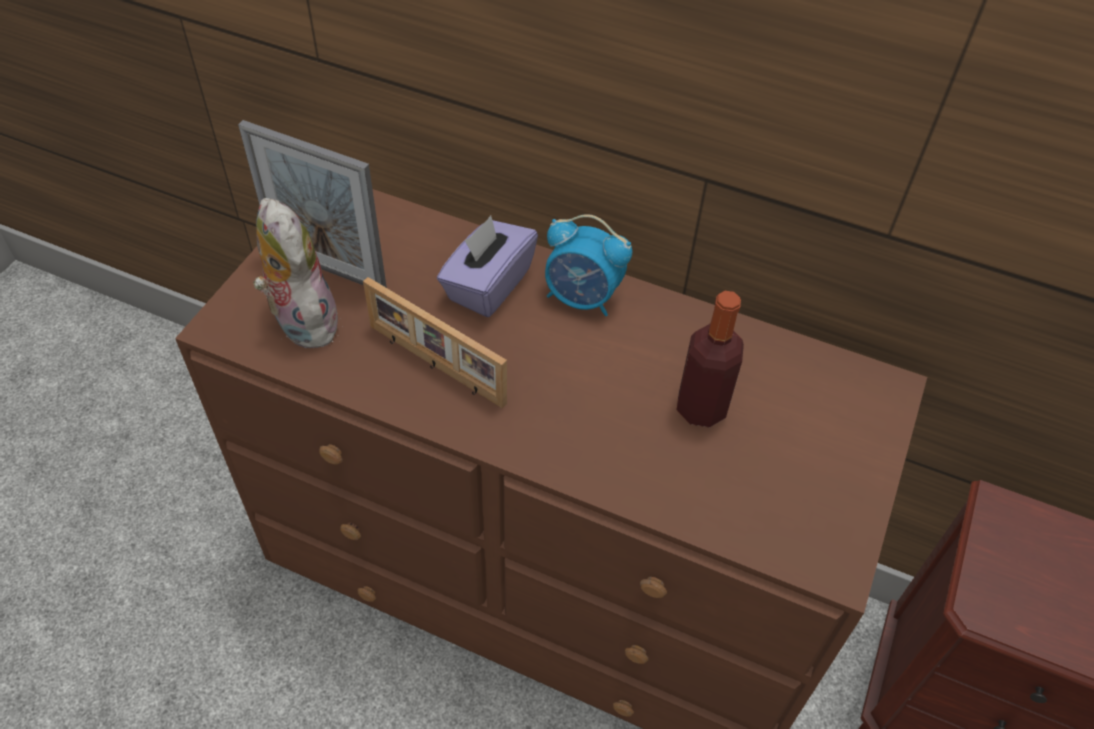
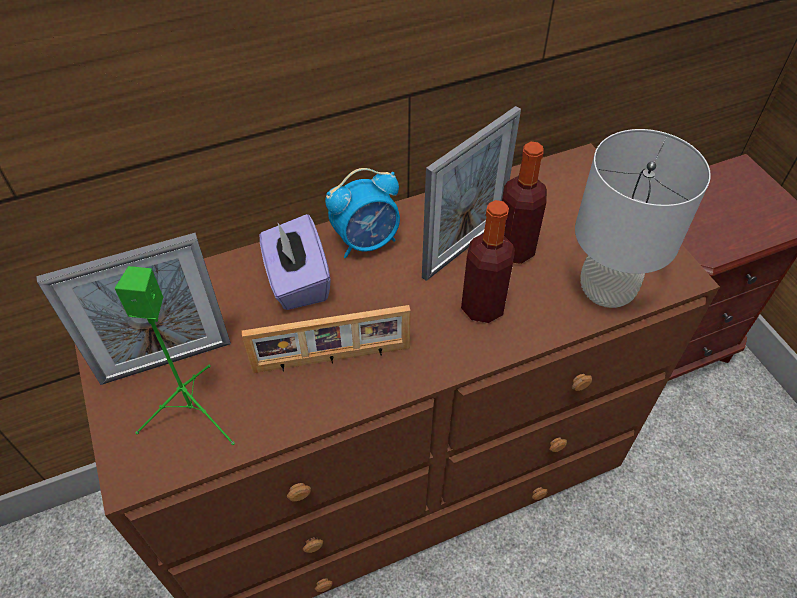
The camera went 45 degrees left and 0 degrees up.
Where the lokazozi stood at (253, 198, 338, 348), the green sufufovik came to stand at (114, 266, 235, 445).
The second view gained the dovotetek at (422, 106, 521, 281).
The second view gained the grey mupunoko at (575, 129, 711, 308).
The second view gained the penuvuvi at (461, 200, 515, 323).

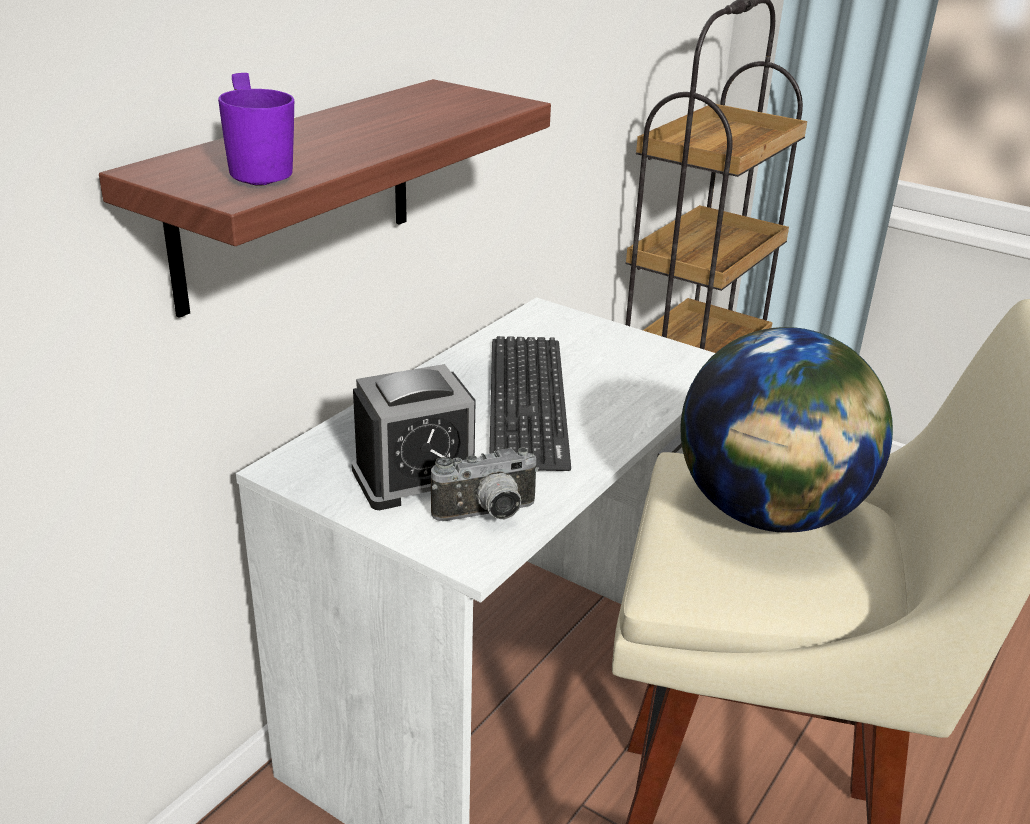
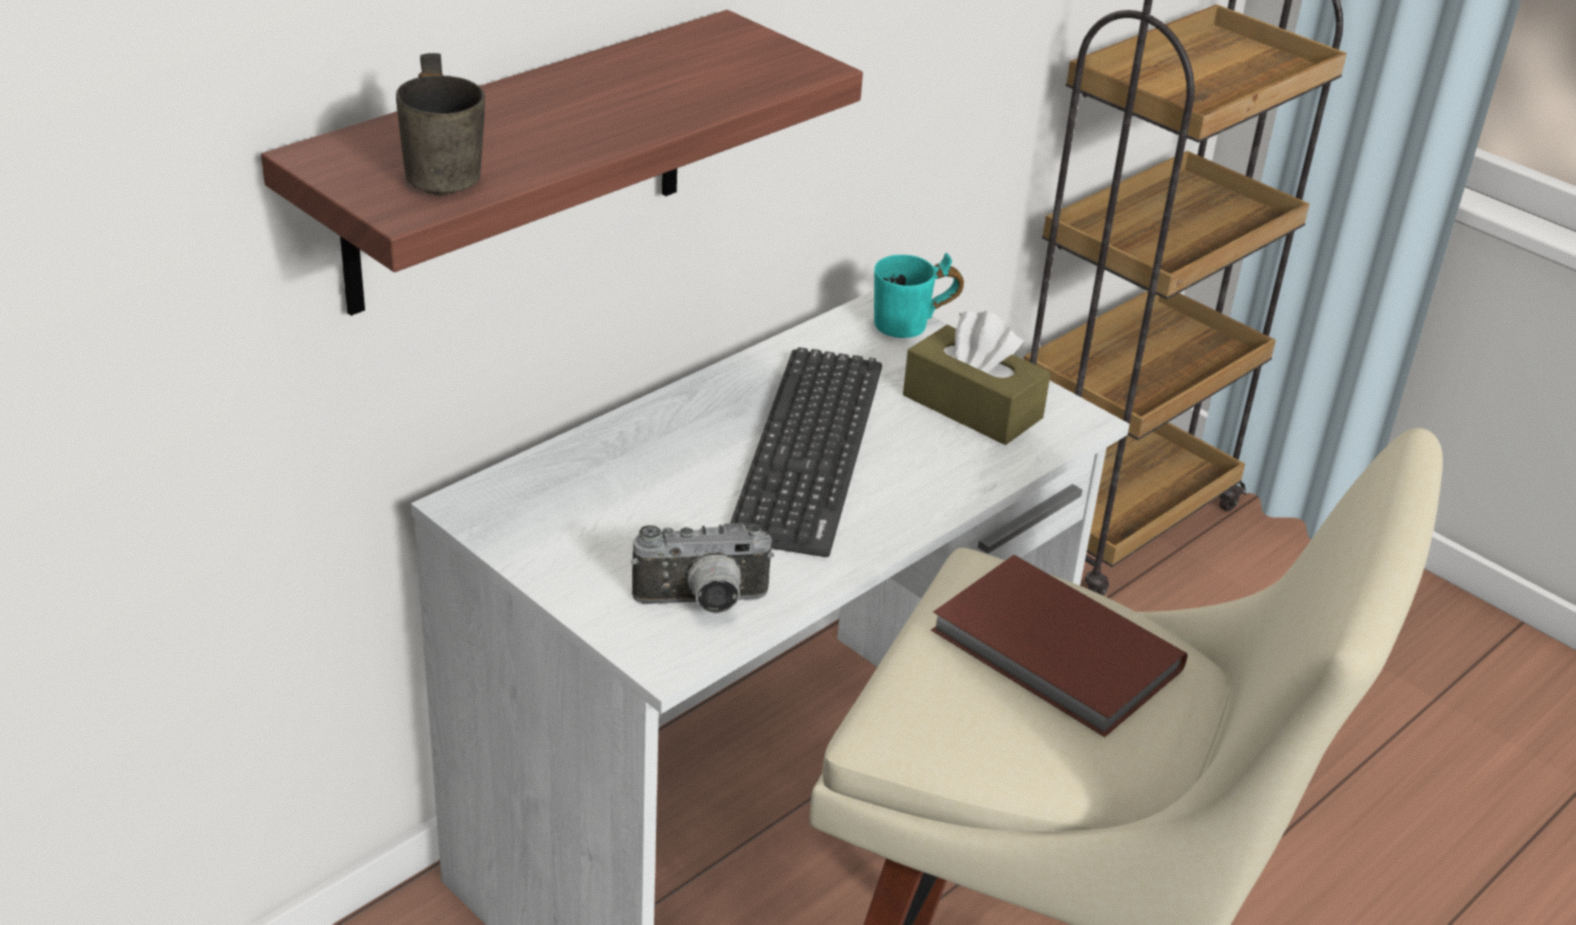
The camera went 10 degrees right and 5 degrees up.
What was the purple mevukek at (218, 73, 294, 186) turned into the grey mevukek at (396, 53, 485, 195).
Where the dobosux stood at (680, 327, 893, 533), the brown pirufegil came to stand at (931, 555, 1187, 737).
The second view lost the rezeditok at (352, 364, 476, 510).
The second view gained the turquoise mevukek at (874, 253, 964, 338).
The second view gained the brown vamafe at (903, 310, 1051, 445).

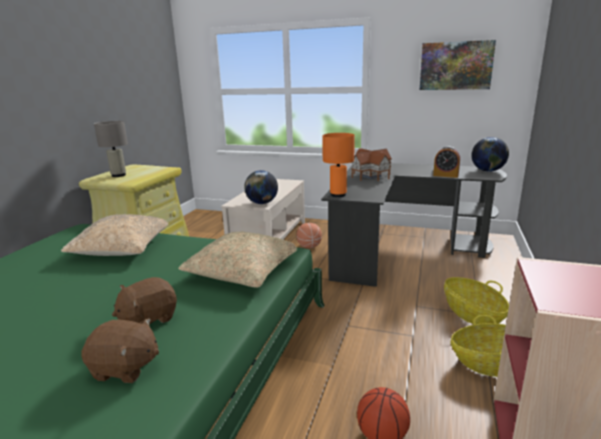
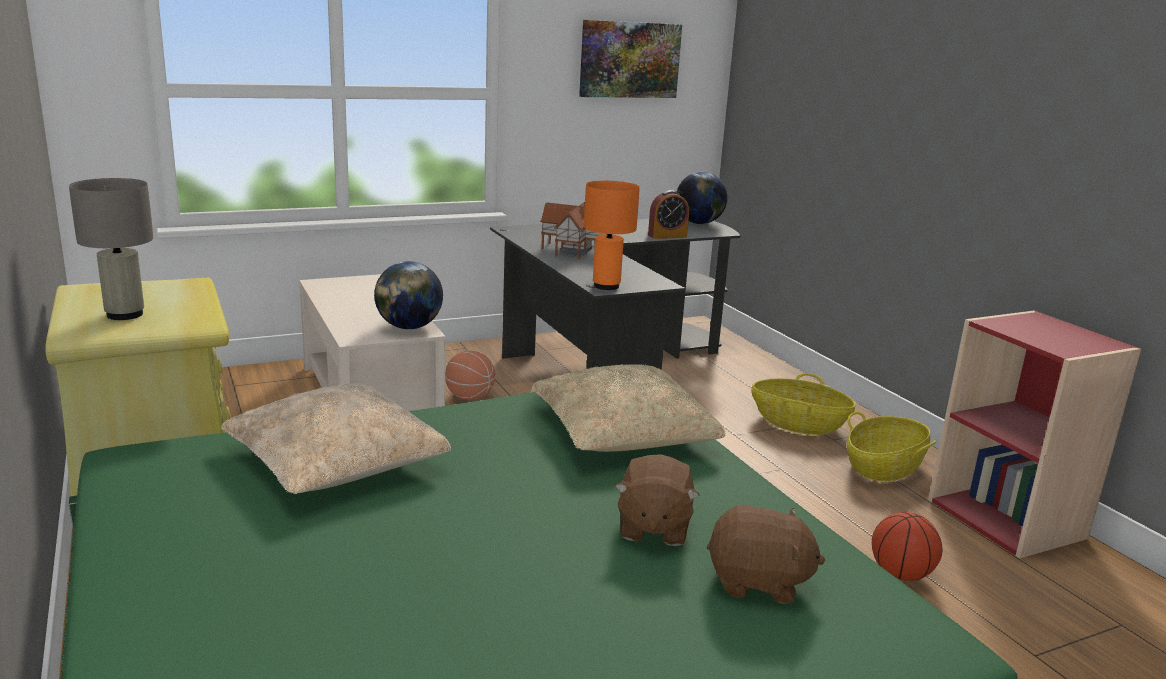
The camera went 45 degrees left and 0 degrees up.
The brown lokazozi at (82, 318, 159, 383) ended up facing another way, 45 degrees clockwise from before.

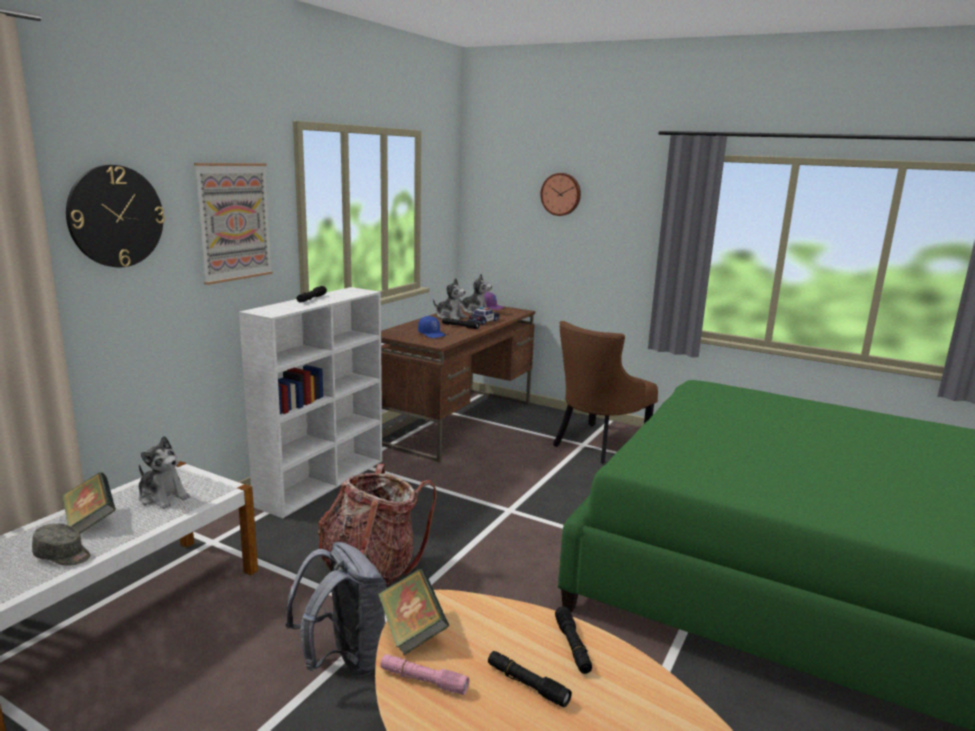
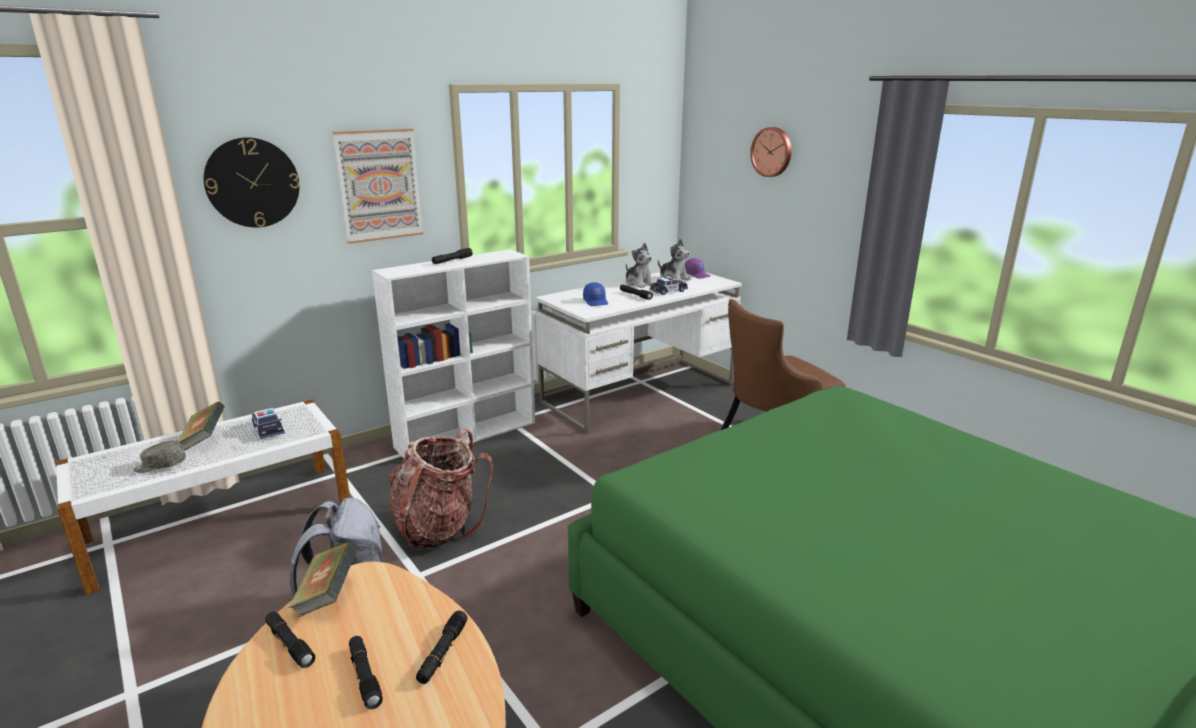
The camera went 25 degrees right and 5 degrees up.
What was the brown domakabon at (381, 305, 535, 462) turned into the white domakabon at (535, 272, 742, 433).
Where the lokazozi stood at (139, 436, 190, 509), the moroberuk came to stand at (252, 408, 285, 439).
The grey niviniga at (32, 523, 90, 565) ended up facing another way, 120 degrees clockwise from before.
What was the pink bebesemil at (380, 654, 469, 695) turned into the black bebesemil at (265, 612, 315, 668).

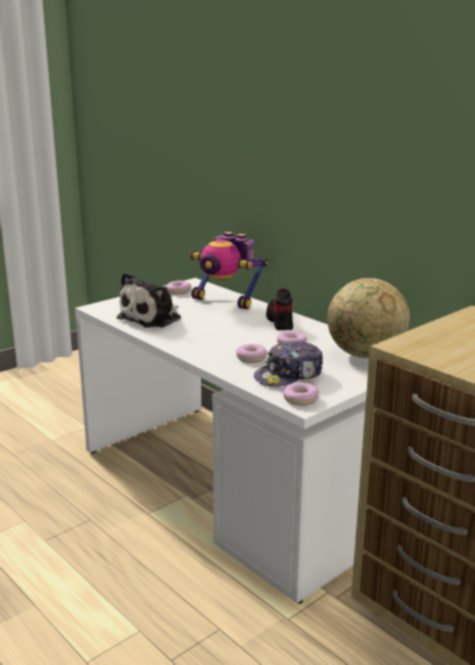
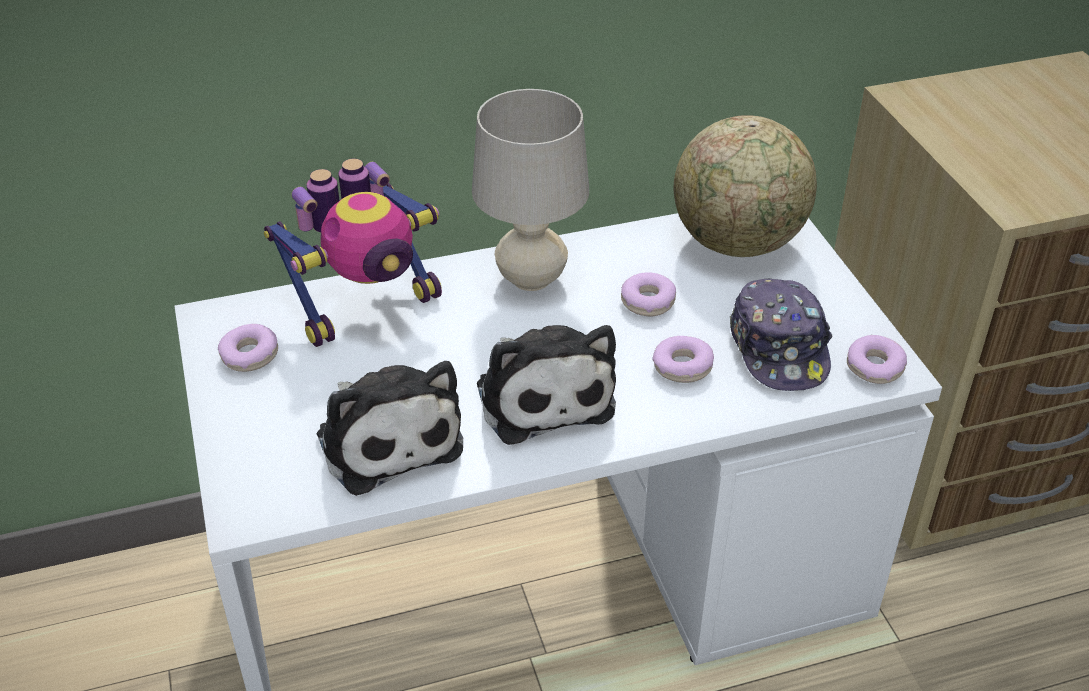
The camera went 65 degrees left and 20 degrees up.
Where the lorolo stood at (266, 288, 293, 330), the beige mupunoko came to stand at (472, 89, 589, 291).
The second view gained the lokazozi at (477, 325, 616, 445).

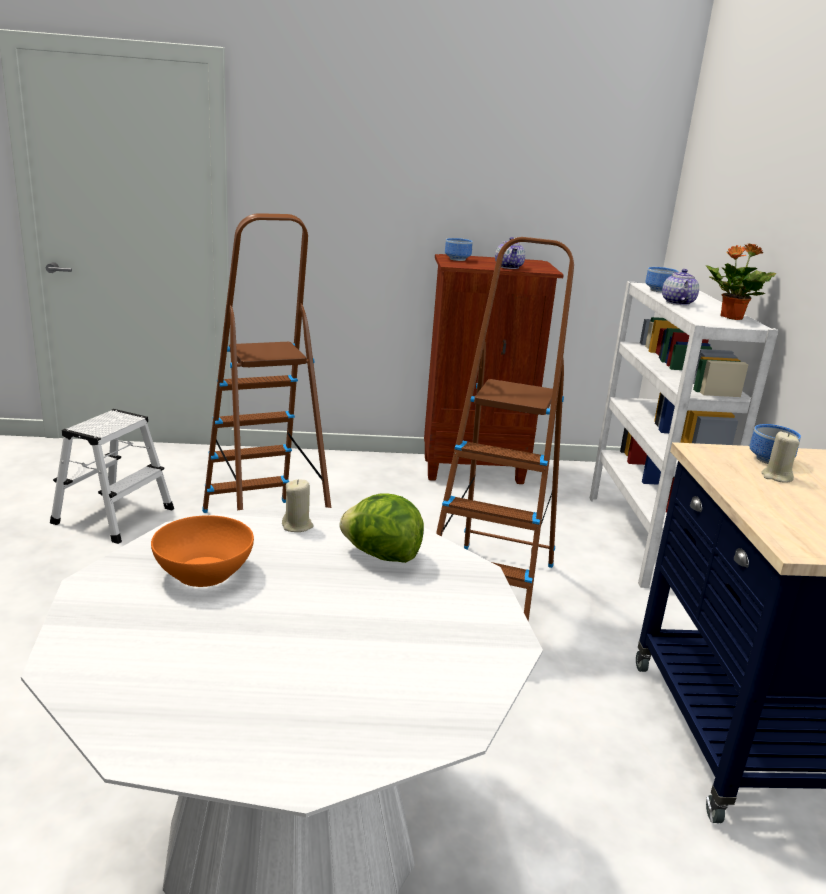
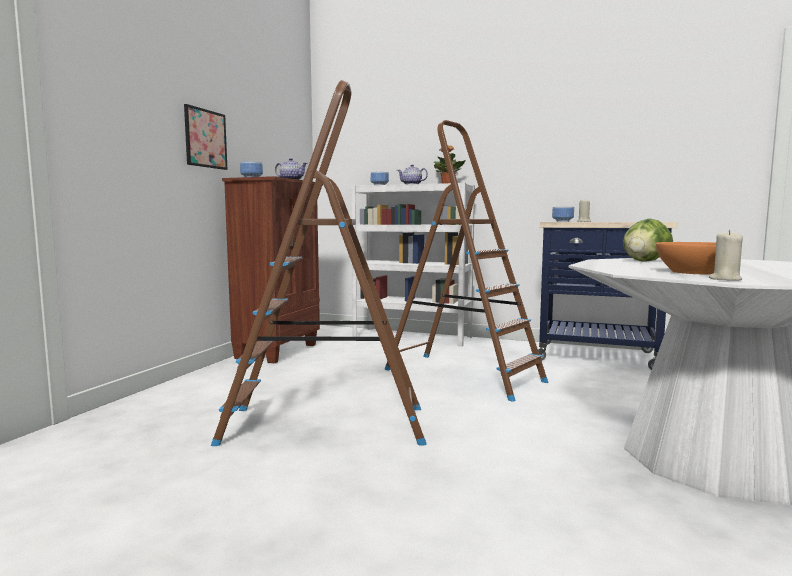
The camera went 65 degrees left and 15 degrees down.
The second view lost the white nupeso at (50, 409, 174, 544).
The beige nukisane ended up elsewhere, having gone from (282, 479, 313, 532) to (709, 230, 743, 281).
The second view gained the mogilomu at (184, 104, 228, 170).

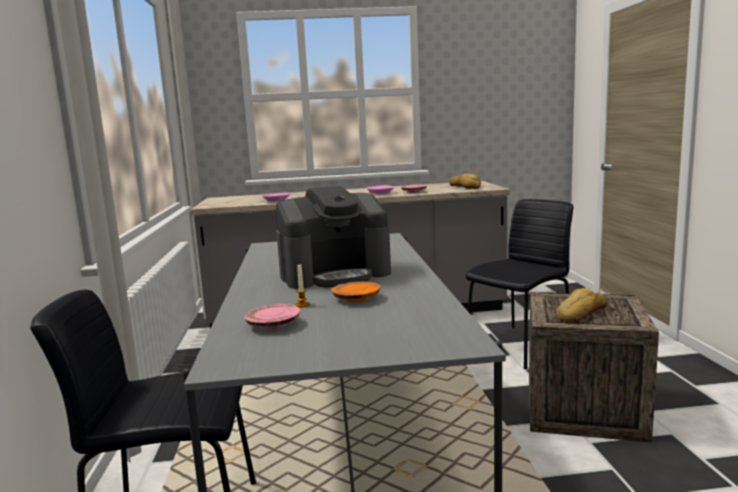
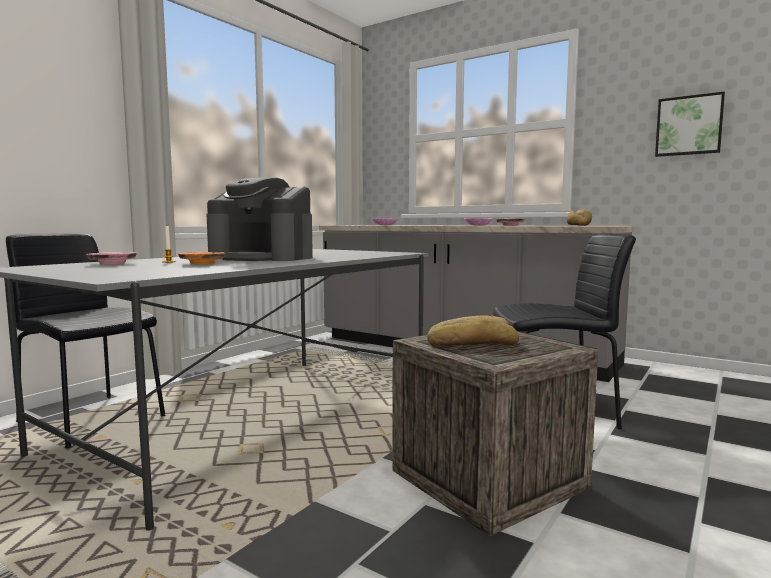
The camera went 40 degrees right and 5 degrees down.
The second view gained the mogilomu at (655, 91, 725, 157).

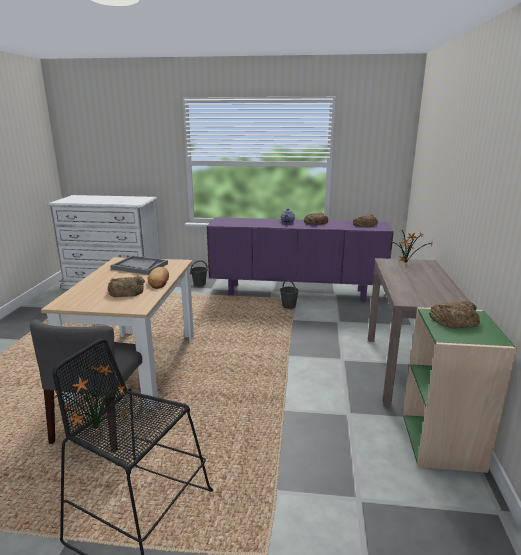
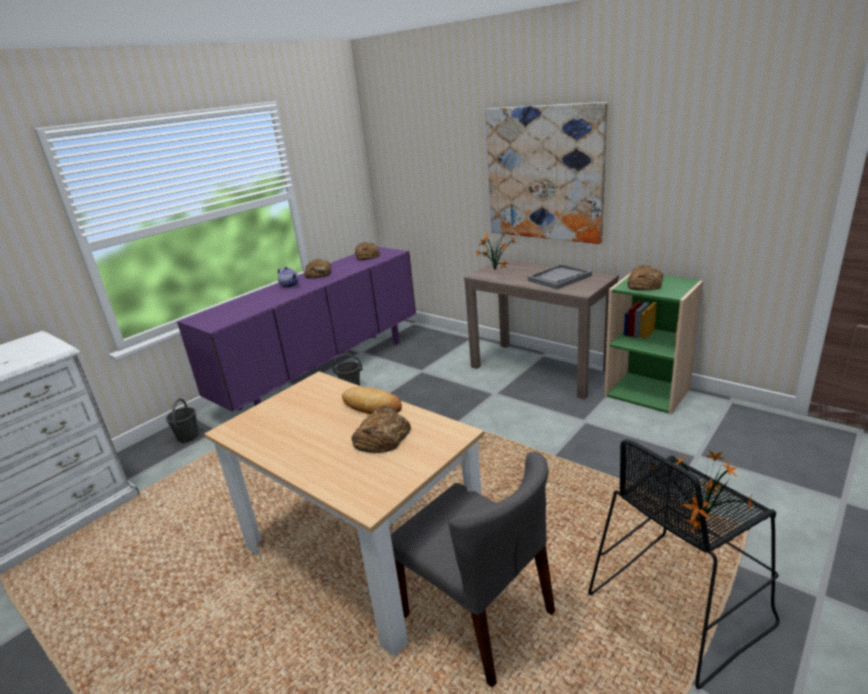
The camera went 55 degrees left and 5 degrees up.
The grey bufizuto ended up elsewhere, having gone from (111, 255, 168, 275) to (528, 264, 592, 290).
The second view gained the mogilomu at (486, 102, 608, 244).

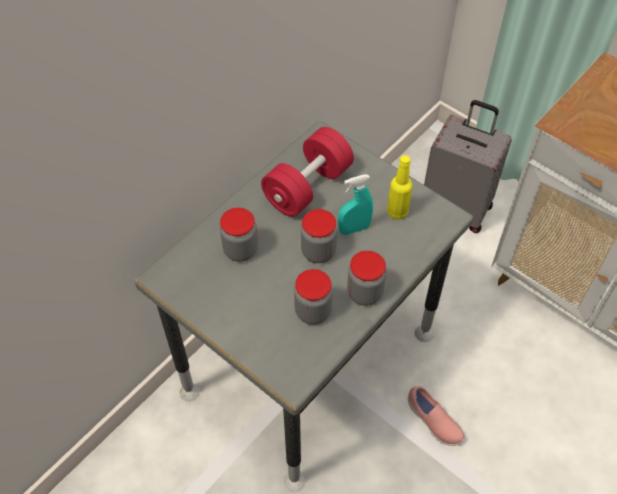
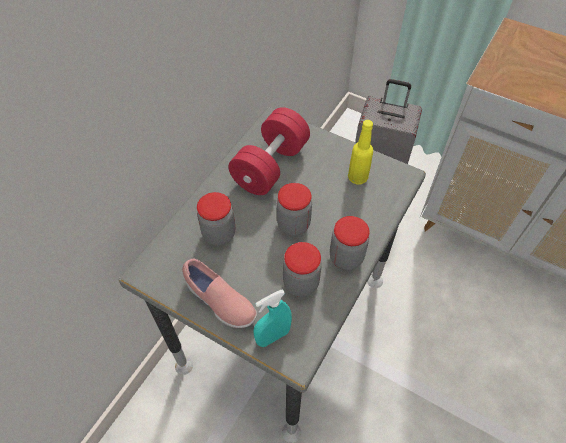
The camera went 10 degrees left and 0 degrees up.
The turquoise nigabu ended up elsewhere, having gone from (338, 174, 373, 235) to (254, 289, 292, 347).
The pink lorolo ended up elsewhere, having gone from (408, 386, 465, 446) to (182, 259, 257, 328).

